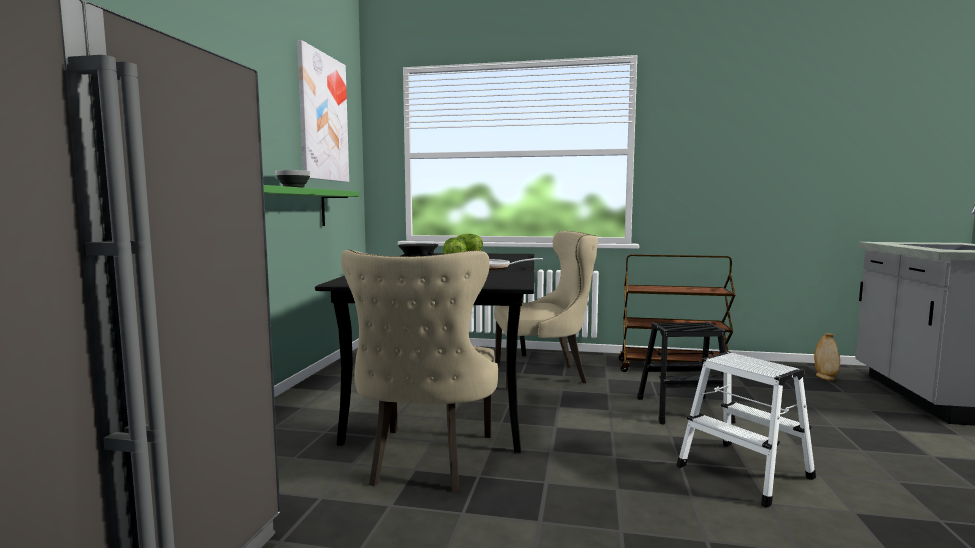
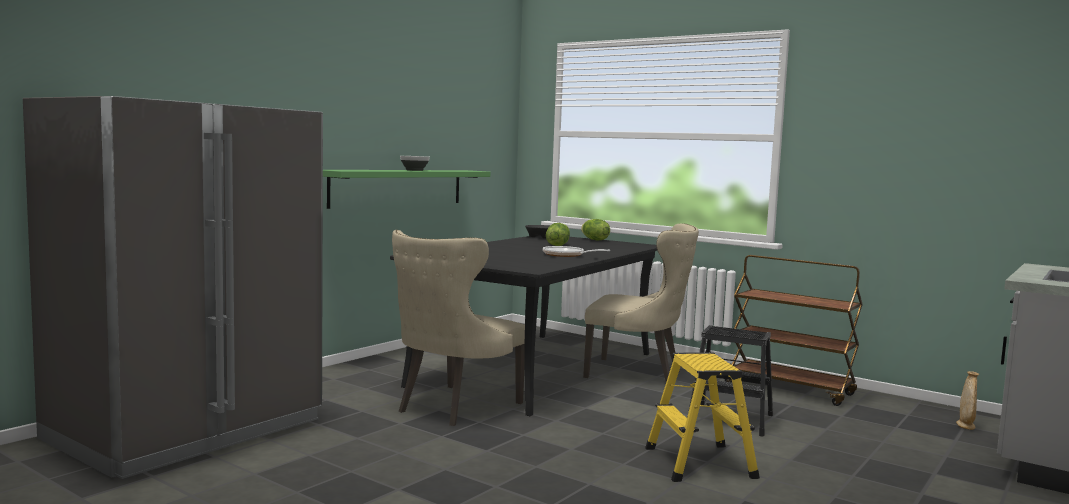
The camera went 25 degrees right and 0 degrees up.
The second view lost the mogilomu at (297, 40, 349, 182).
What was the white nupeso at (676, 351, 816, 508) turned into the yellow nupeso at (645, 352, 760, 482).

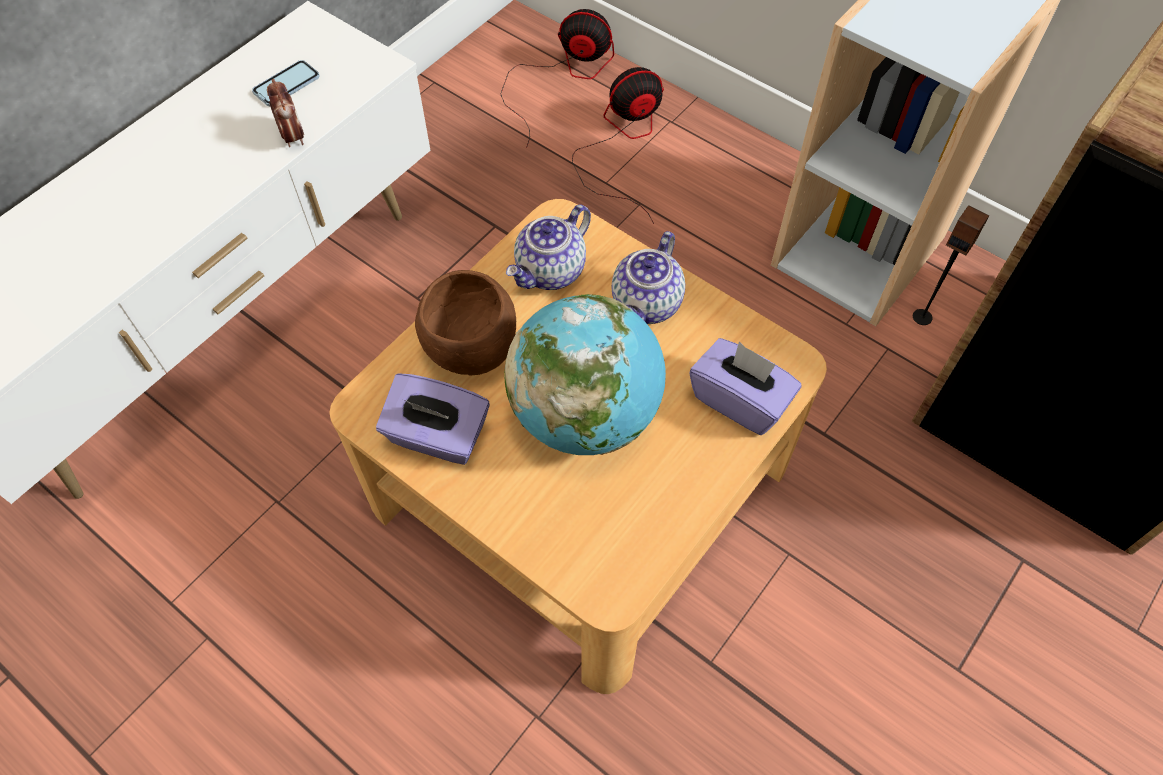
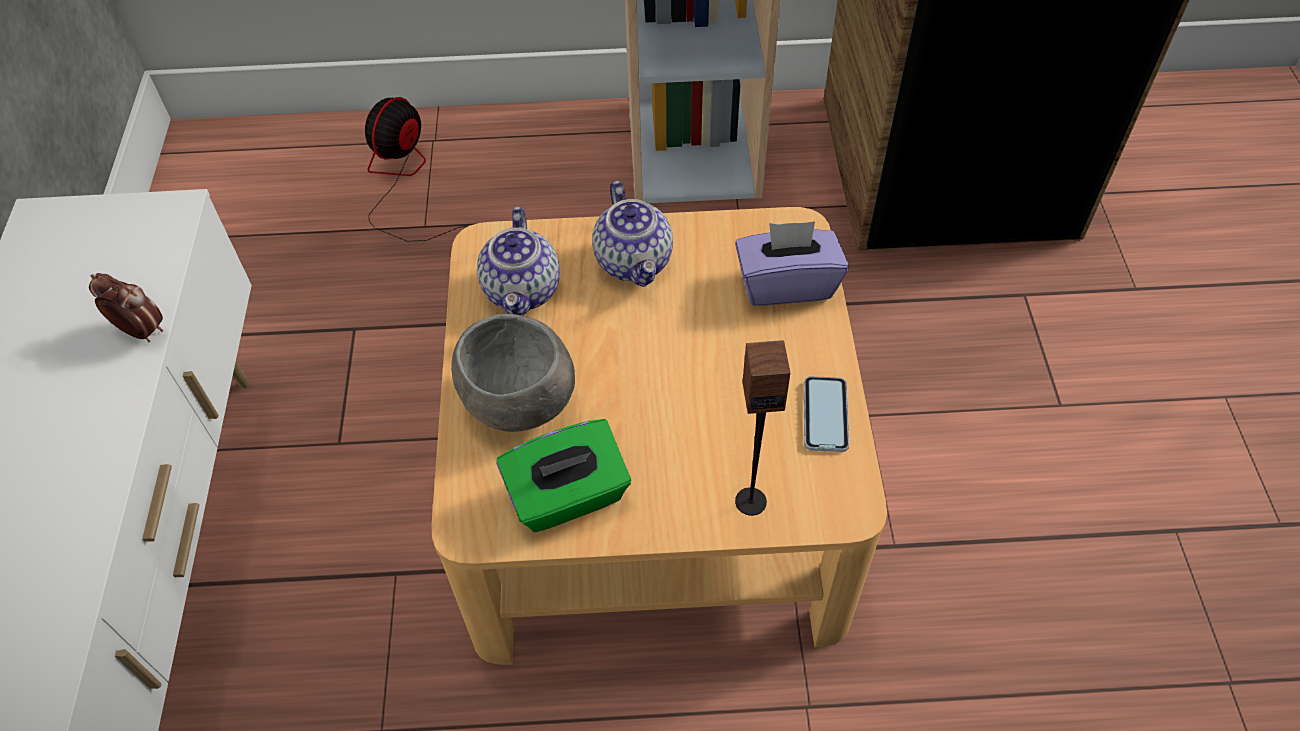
The camera went 40 degrees left and 5 degrees down.
The second view lost the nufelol at (501, 9, 614, 146).
The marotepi ended up elsewhere, having gone from (252, 60, 320, 106) to (804, 376, 849, 452).
The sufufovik ended up elsewhere, having gone from (913, 206, 989, 325) to (735, 340, 790, 516).
What was the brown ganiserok at (415, 270, 516, 375) turned into the grey ganiserok at (451, 314, 575, 432).
The second view lost the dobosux at (505, 294, 666, 455).
What was the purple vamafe at (376, 373, 490, 465) turned into the green vamafe at (497, 419, 631, 532).

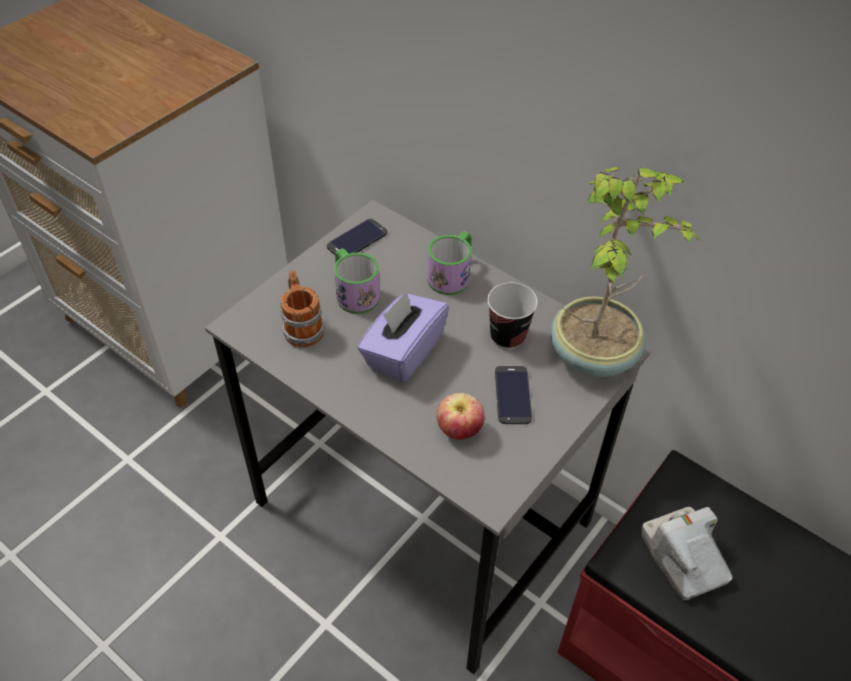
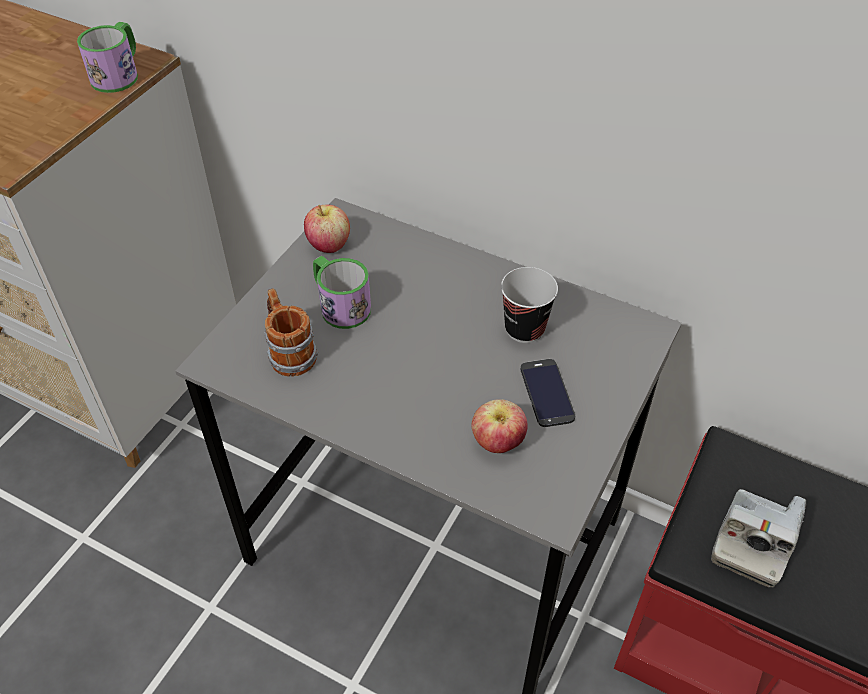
The camera went 10 degrees left and 0 degrees up.
The second view lost the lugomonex at (551, 167, 700, 377).
Where the marotepi stood at (327, 219, 388, 255), the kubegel came to stand at (304, 204, 350, 253).
The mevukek ended up elsewhere, having gone from (427, 231, 471, 295) to (77, 22, 138, 93).
The second view lost the purple vamafe at (357, 291, 449, 383).
The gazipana at (641, 507, 733, 600) ended up facing another way, 120 degrees counterclockwise from before.

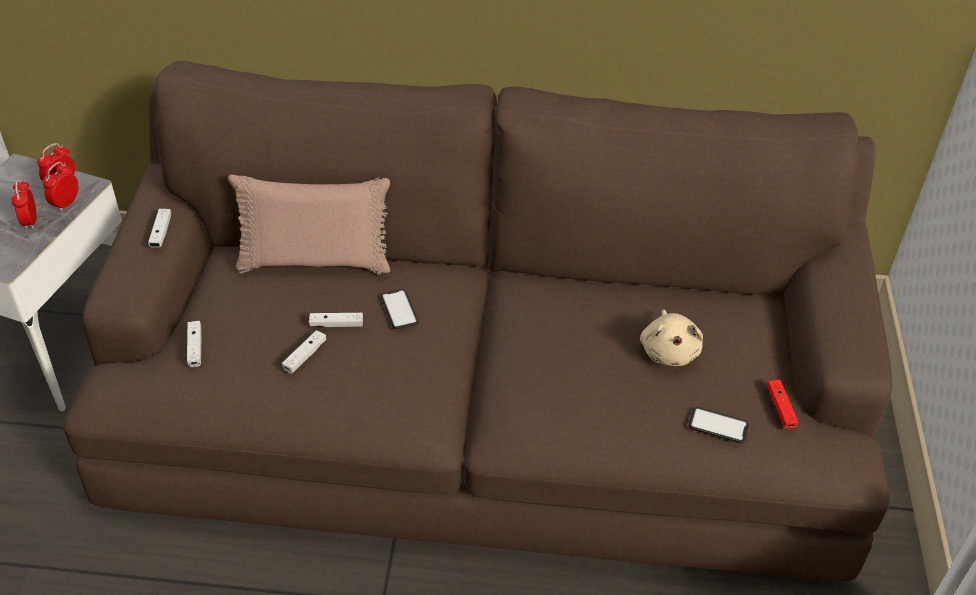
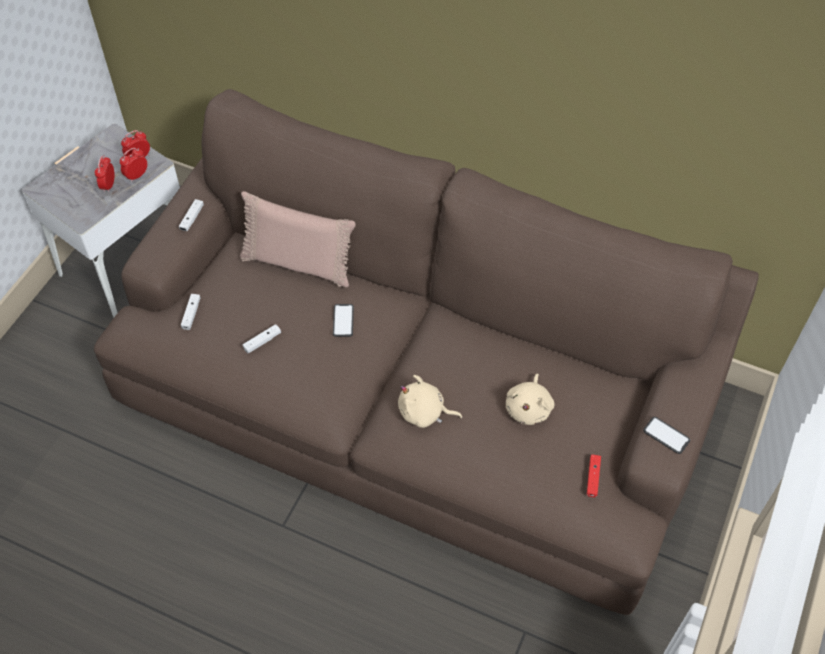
The camera went 20 degrees right and 10 degrees up.
The second view lost the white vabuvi at (309, 313, 363, 327).
The marotepi ended up elsewhere, having gone from (689, 407, 749, 443) to (643, 417, 690, 454).
The second view gained the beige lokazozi at (398, 375, 462, 428).

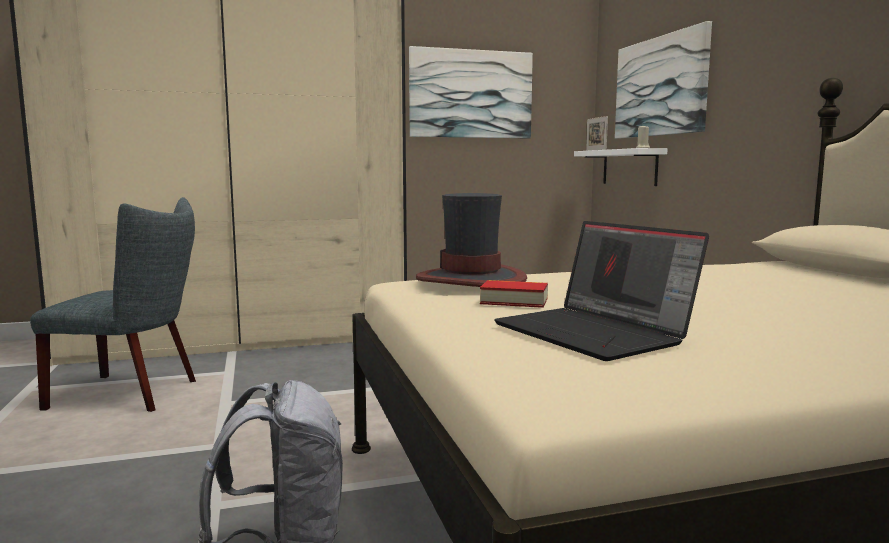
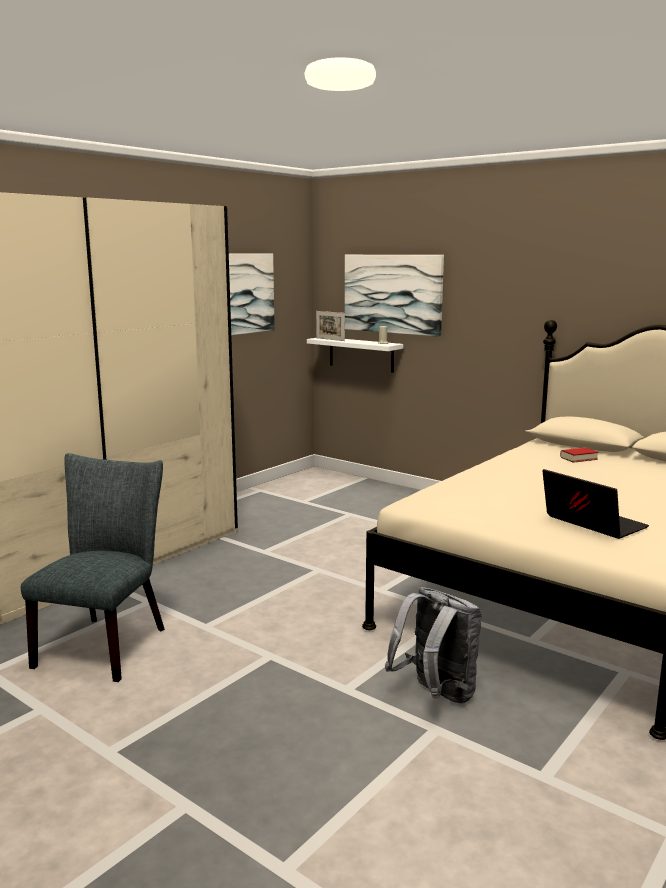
The camera went 35 degrees left and 5 degrees up.
The second view lost the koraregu at (416, 193, 527, 287).
The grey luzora at (30, 197, 196, 412) ended up facing another way, 45 degrees counterclockwise from before.
The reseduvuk at (494, 221, 709, 361) ended up facing another way, 150 degrees counterclockwise from before.
The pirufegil ended up elsewhere, having gone from (480, 280, 548, 308) to (560, 447, 598, 463).

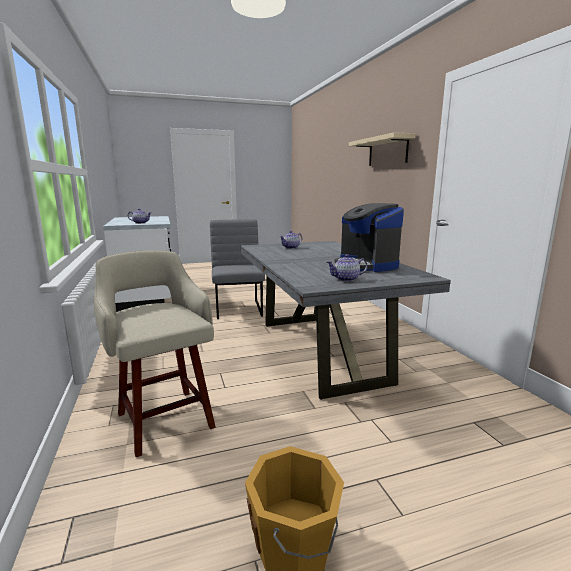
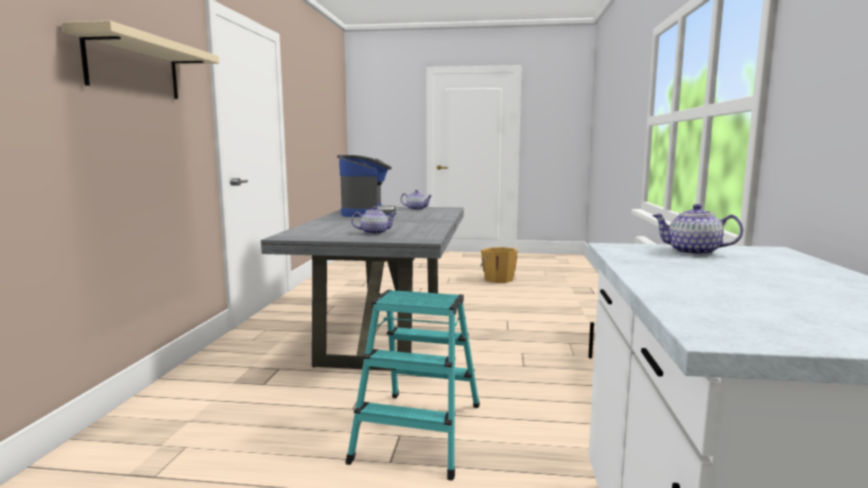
The camera went 155 degrees left and 5 degrees down.
Where the grey luzora stood at (210, 219, 265, 319), the turquoise nupeso came to stand at (345, 289, 480, 481).
The second view lost the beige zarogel at (94, 250, 216, 457).

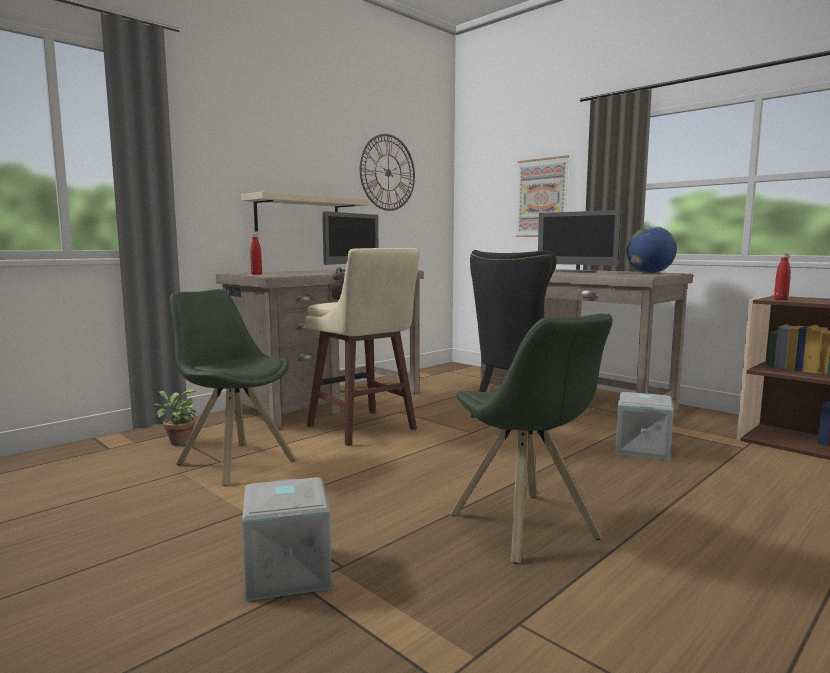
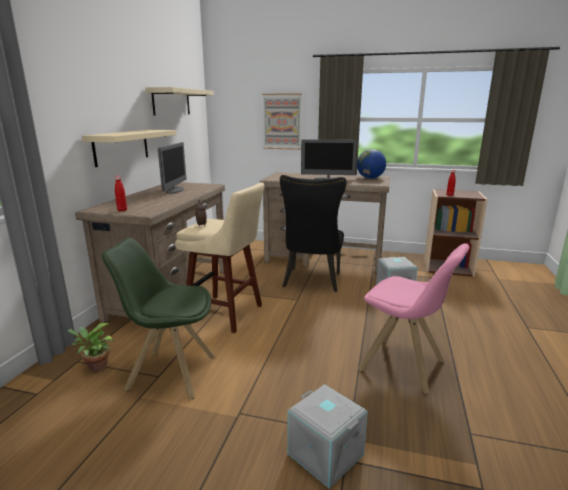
The camera went 30 degrees left and 10 degrees up.
Where the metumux hung at (360, 134, 415, 211), the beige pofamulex came to hang at (145, 87, 214, 115).
What was the green luzora at (450, 313, 613, 564) turned into the pink luzora at (358, 243, 469, 394).

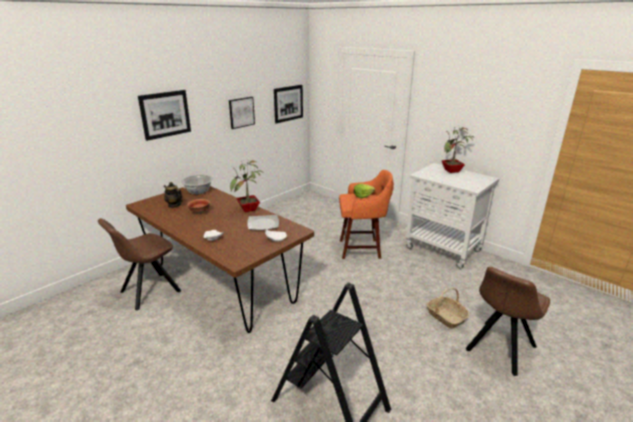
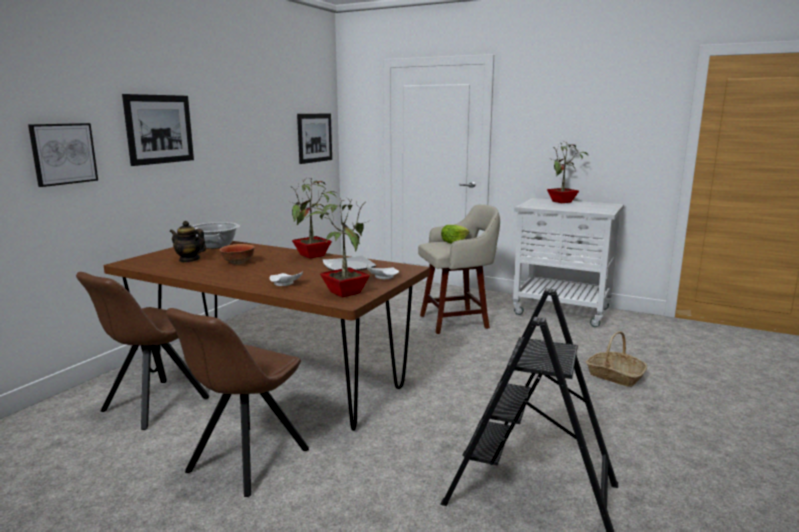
The camera went 15 degrees left and 10 degrees down.
The mogilomu ended up elsewhere, having gone from (229, 97, 255, 129) to (28, 123, 98, 187).
What was the orange zarogel at (339, 170, 394, 259) turned into the beige zarogel at (418, 204, 500, 334).
The brown luzora ended up elsewhere, having gone from (466, 267, 550, 376) to (166, 308, 309, 497).
The second view gained the lugomonex at (308, 197, 370, 298).

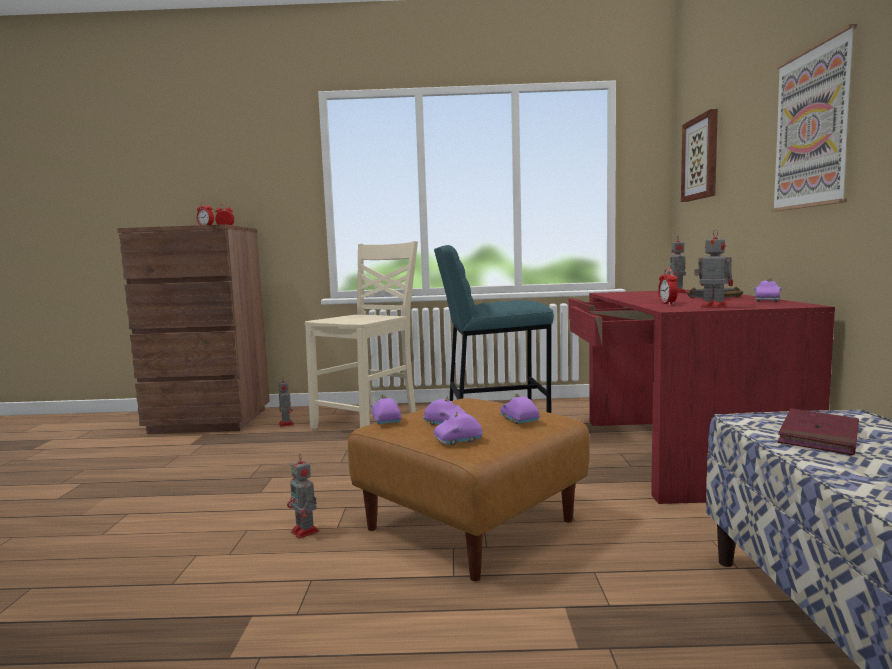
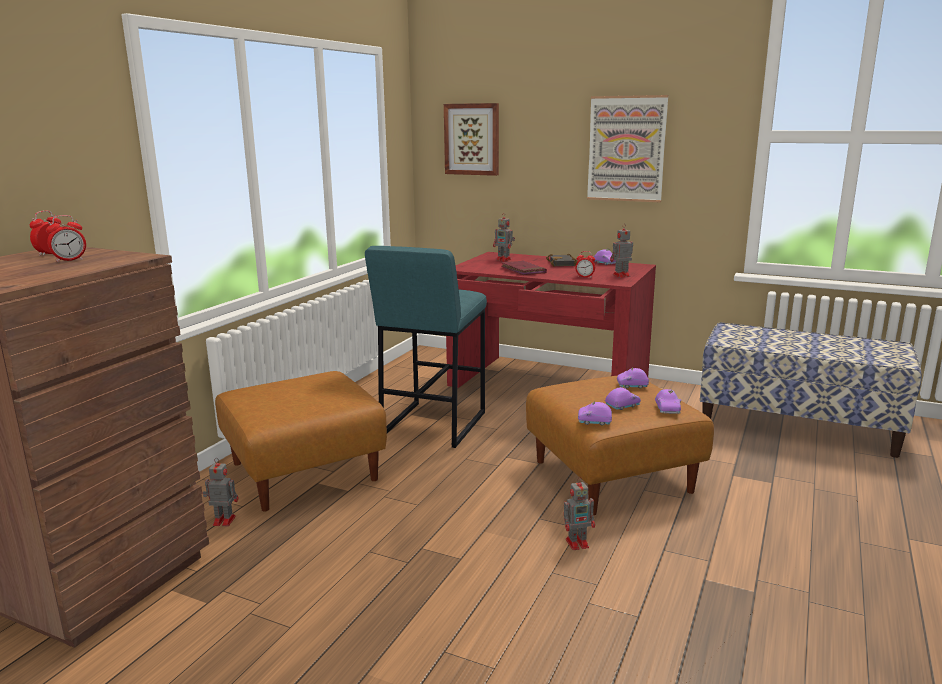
The camera went 65 degrees left and 10 degrees up.
Where the beige luzora stood at (305, 241, 418, 430), the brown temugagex came to stand at (215, 371, 387, 512).
The red pirufegil ended up elsewhere, having gone from (777, 409, 859, 455) to (501, 261, 547, 275).

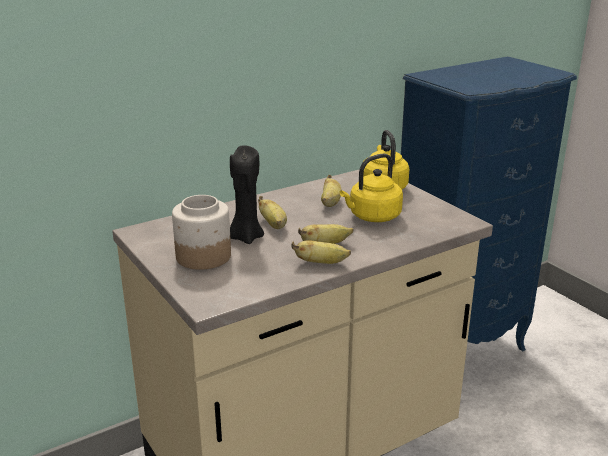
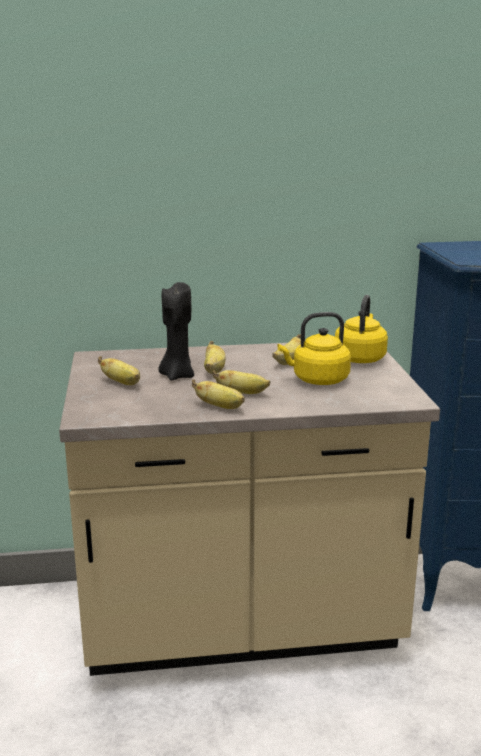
The camera went 25 degrees right and 5 degrees down.
Where the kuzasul stood at (172, 195, 231, 270), the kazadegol came to stand at (98, 356, 140, 385).

